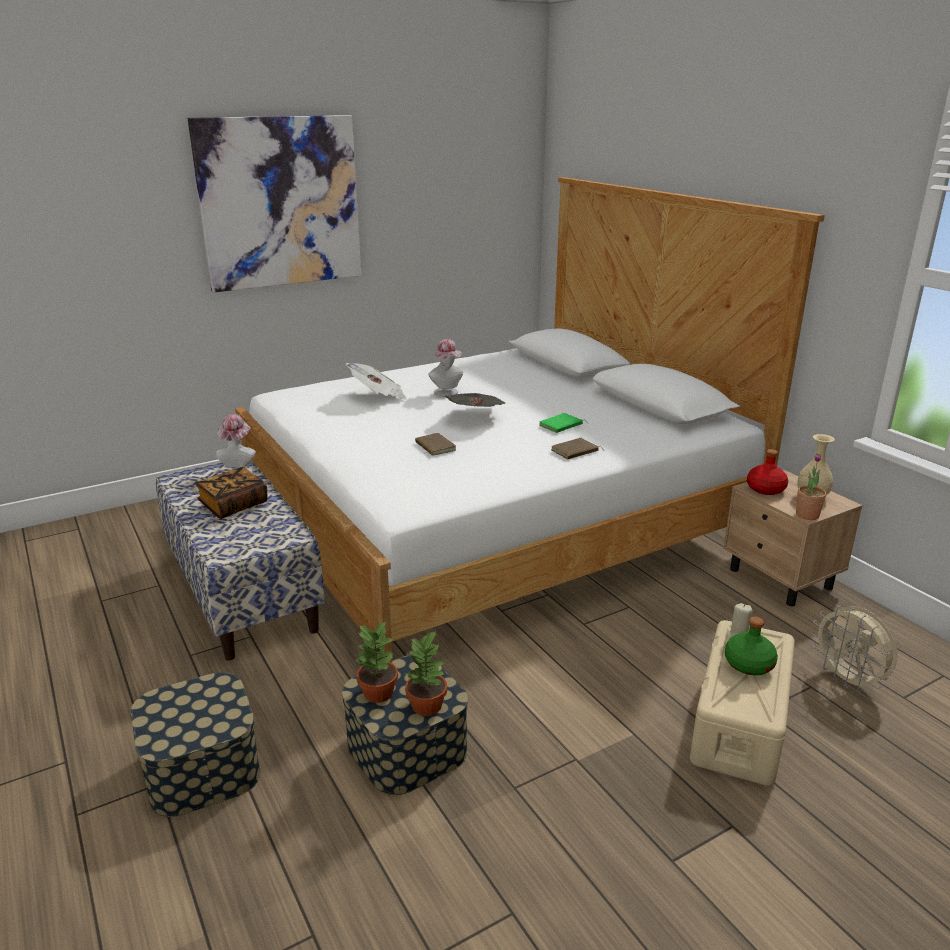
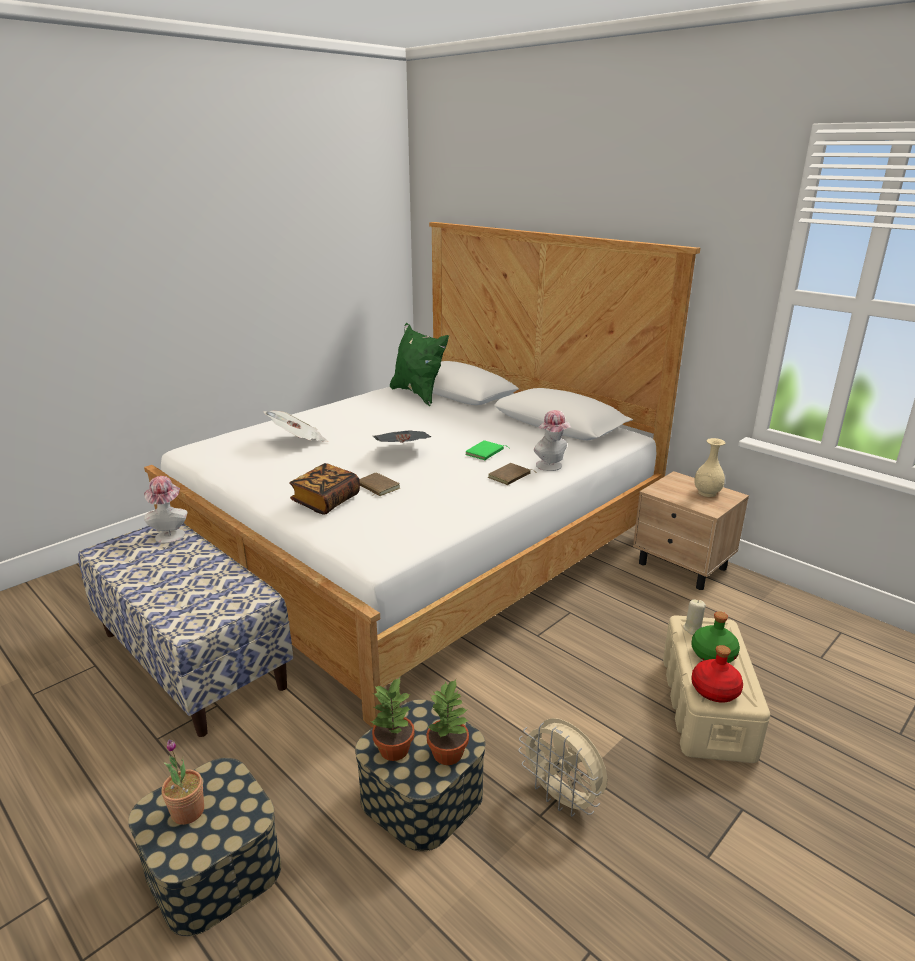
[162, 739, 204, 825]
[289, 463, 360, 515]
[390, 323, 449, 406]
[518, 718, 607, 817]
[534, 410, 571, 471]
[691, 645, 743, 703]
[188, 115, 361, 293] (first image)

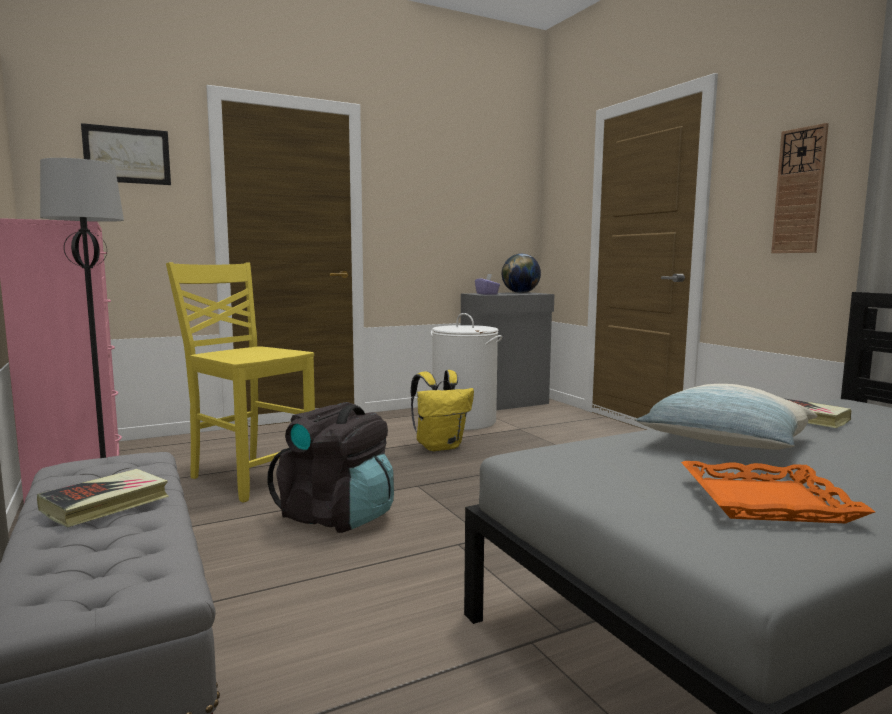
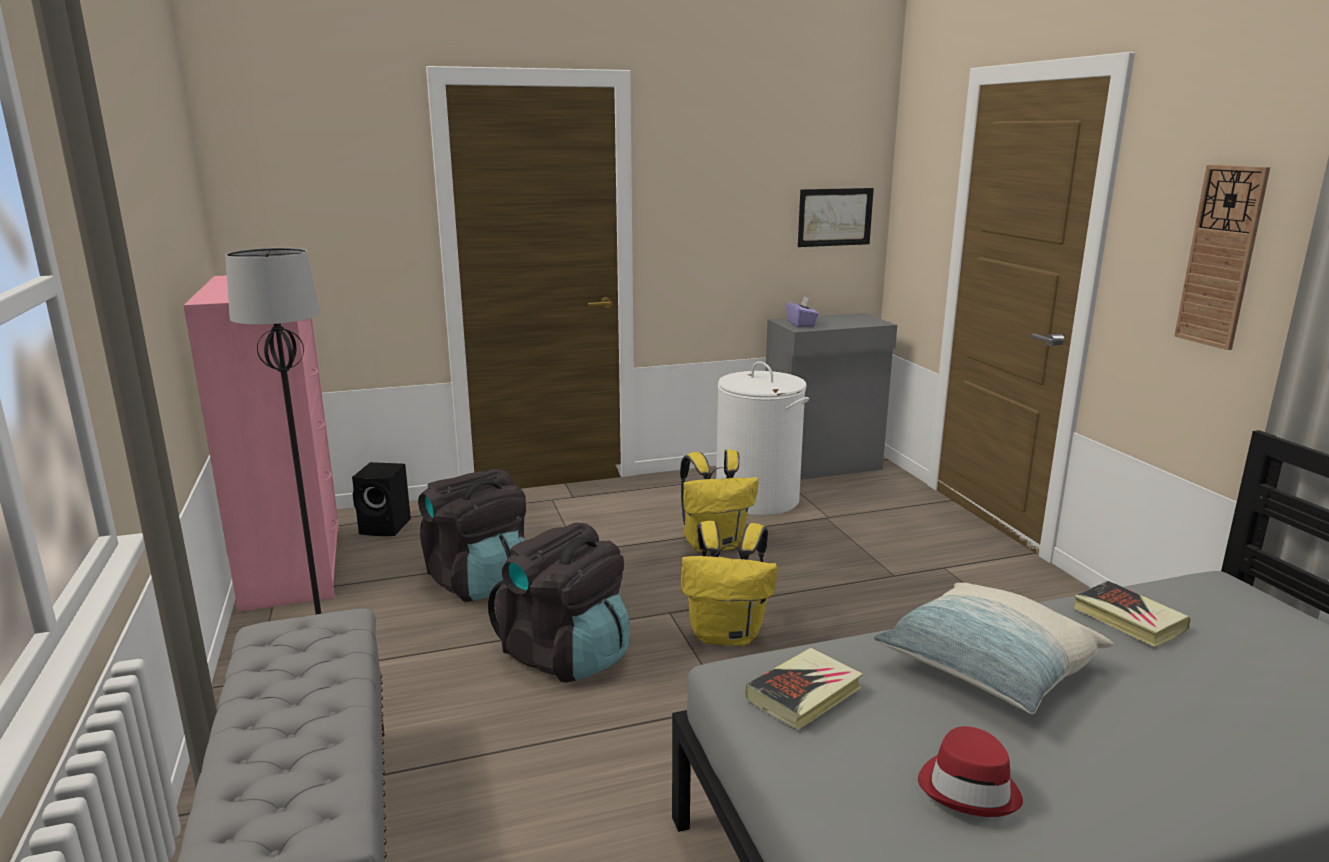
[352, 462, 411, 536]
[418, 469, 526, 602]
[681, 521, 778, 646]
[746, 648, 863, 730]
[798, 188, 874, 247]
[918, 726, 1023, 817]
[502, 254, 541, 293] (first image)

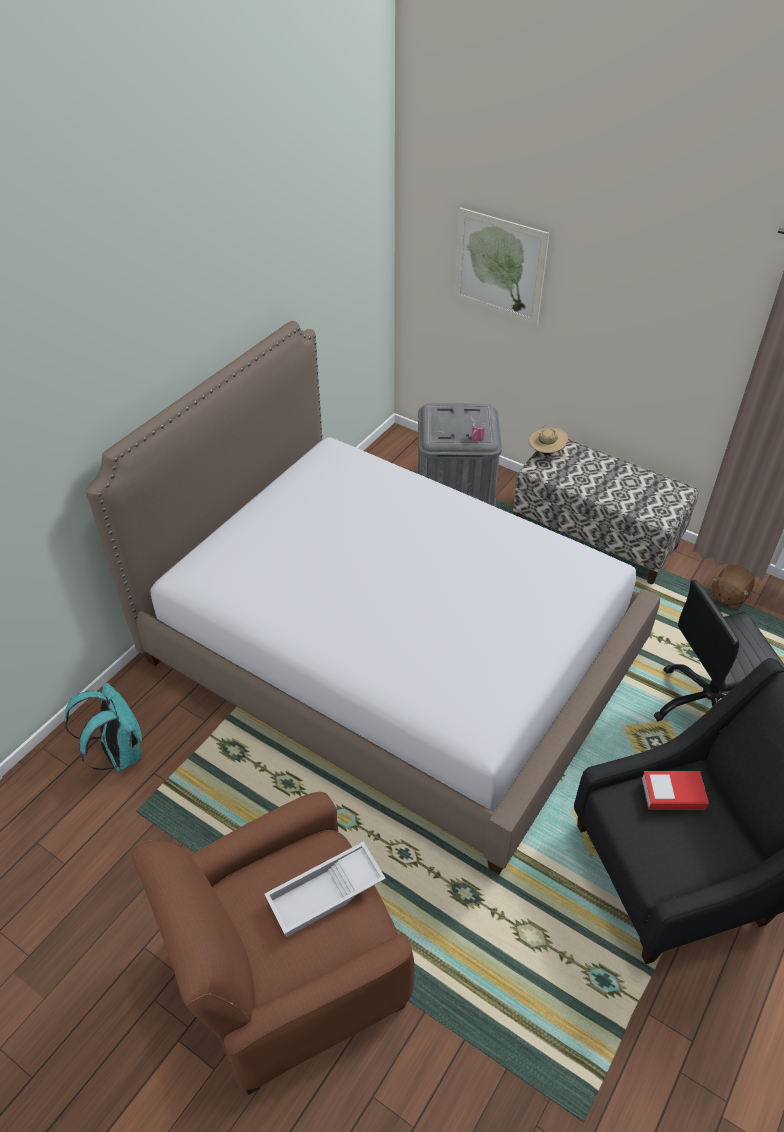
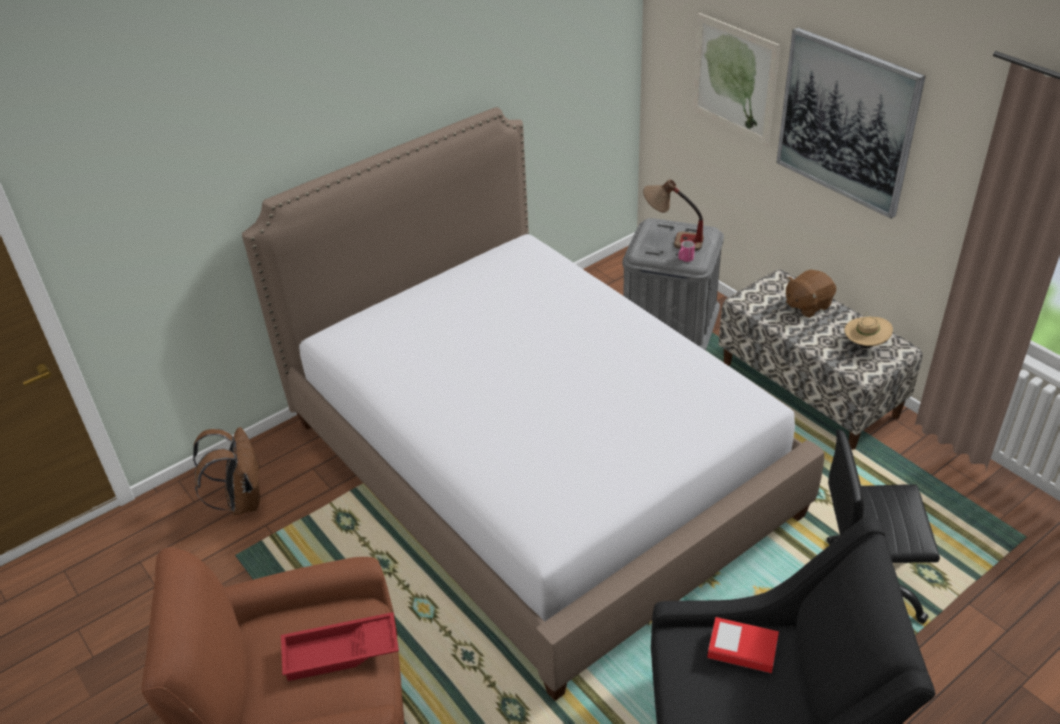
[193, 427, 260, 516]
[281, 612, 399, 681]
[643, 179, 704, 250]
[776, 27, 926, 219]
[786, 269, 836, 318]
[844, 312, 893, 348]

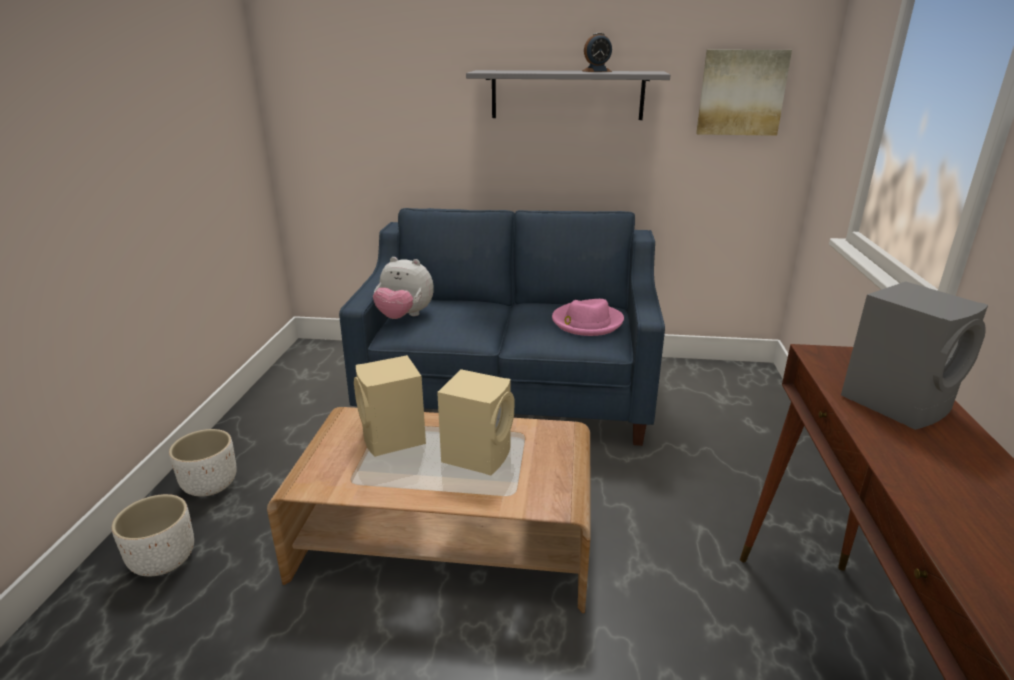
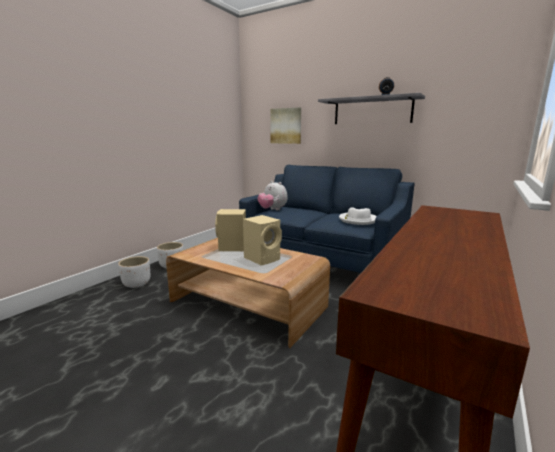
[270, 107, 301, 144]
[339, 207, 376, 225]
[841, 281, 988, 430] (first image)

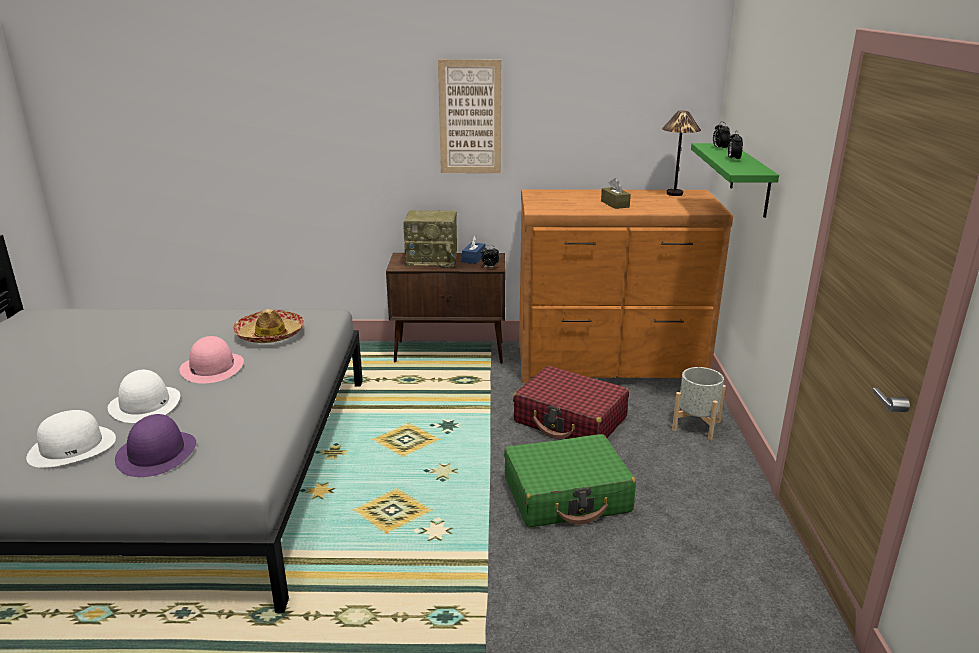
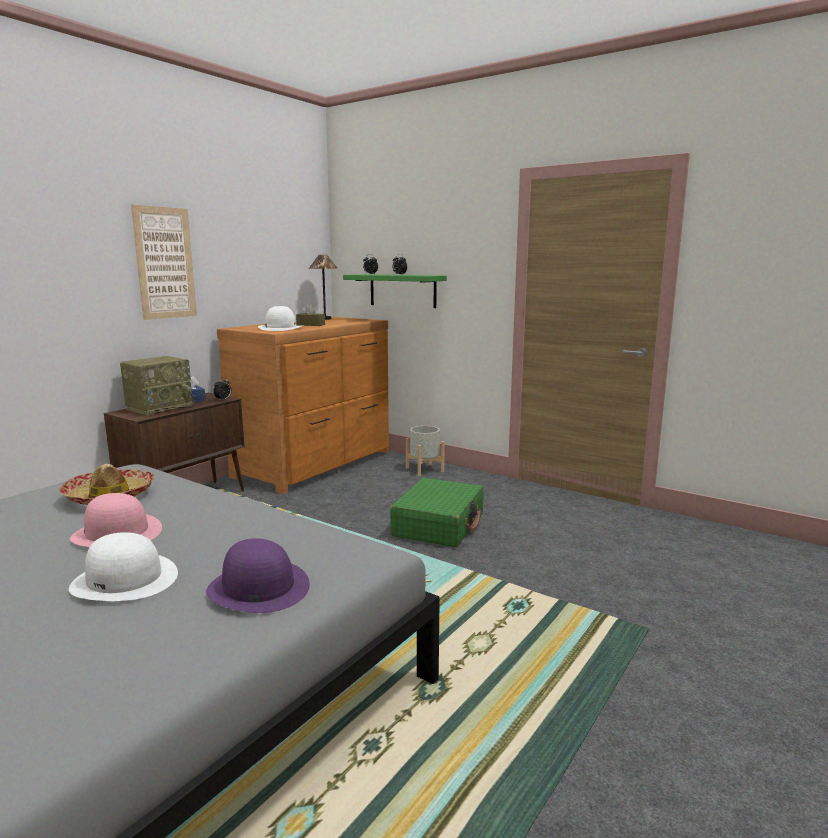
[258, 306, 303, 331]
[513, 366, 629, 439] (first image)

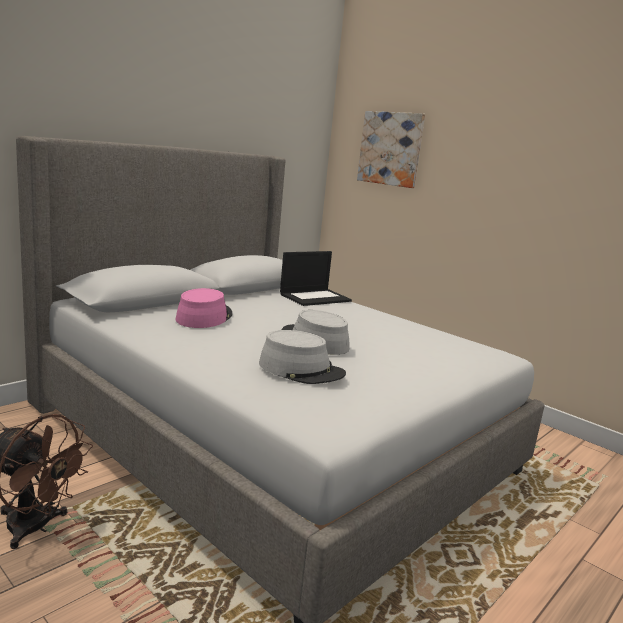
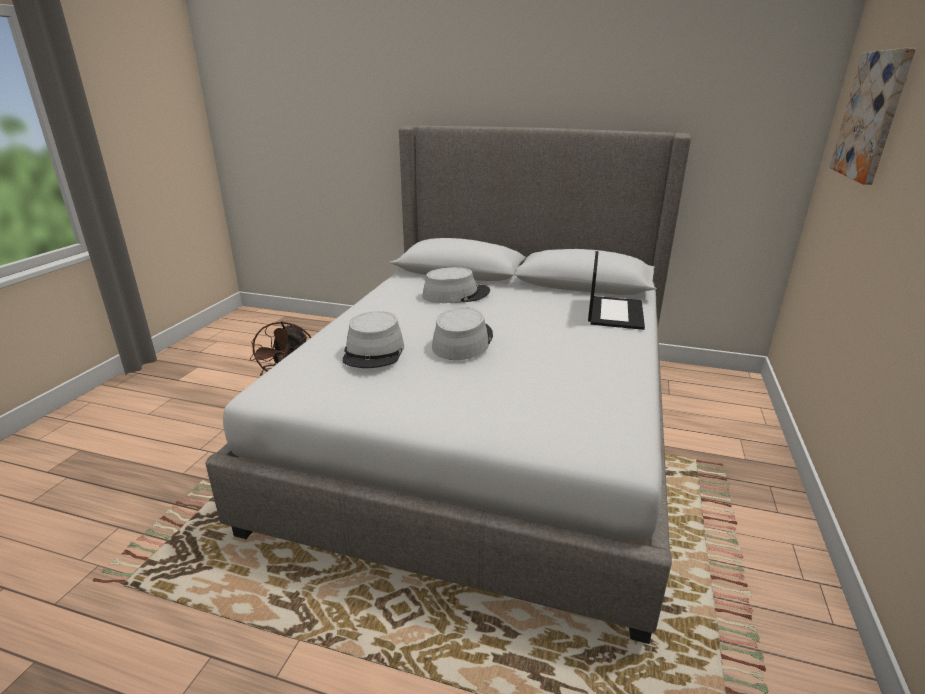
[423, 267, 490, 303]
[588, 251, 645, 330]

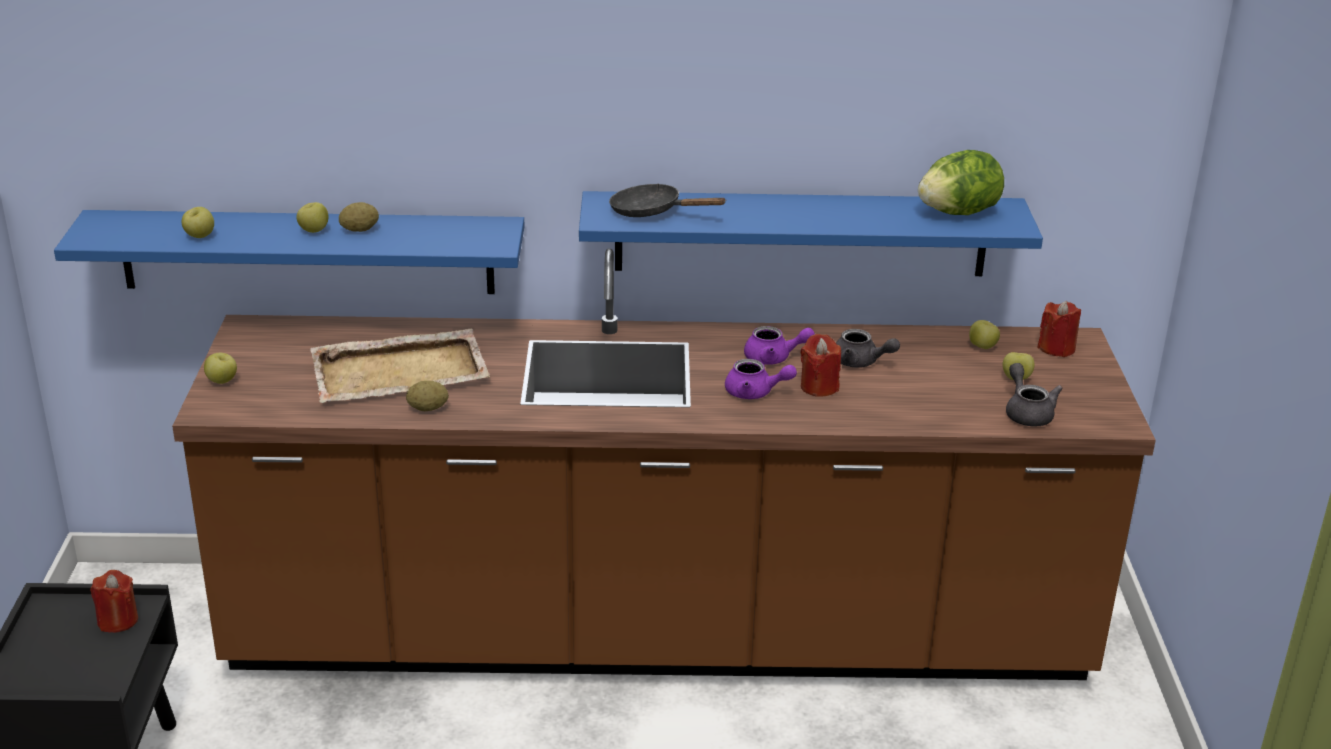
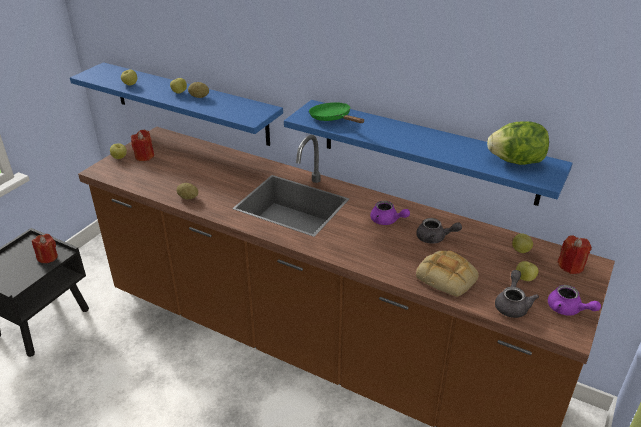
[131, 130, 154, 161]
[309, 102, 364, 123]
[416, 218, 462, 244]
[416, 251, 479, 297]
[548, 285, 601, 316]
[310, 329, 490, 403] (first image)

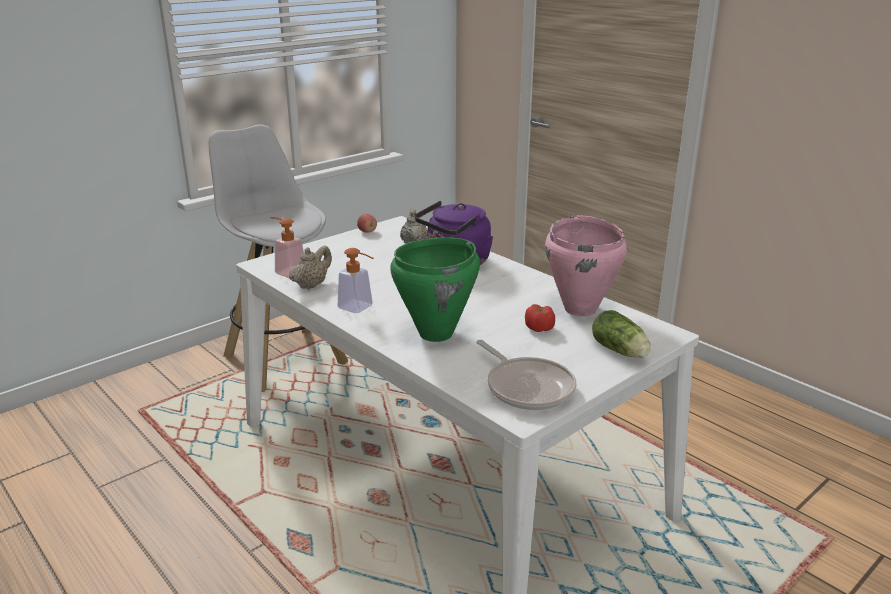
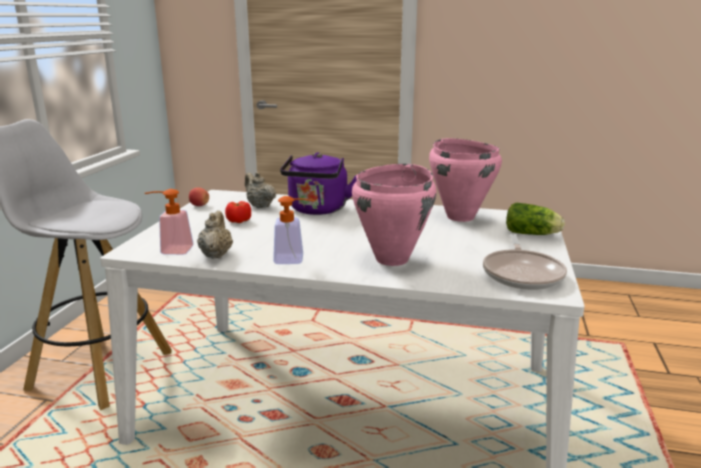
[225, 201, 251, 223]
[352, 164, 437, 266]
[483, 233, 567, 290]

